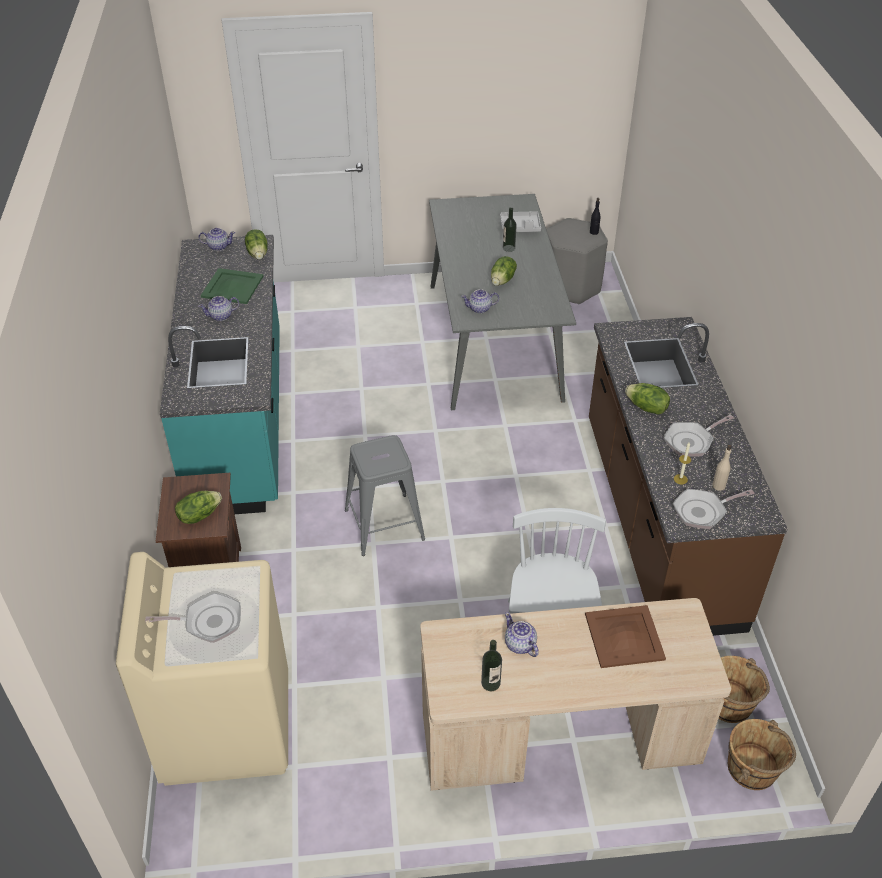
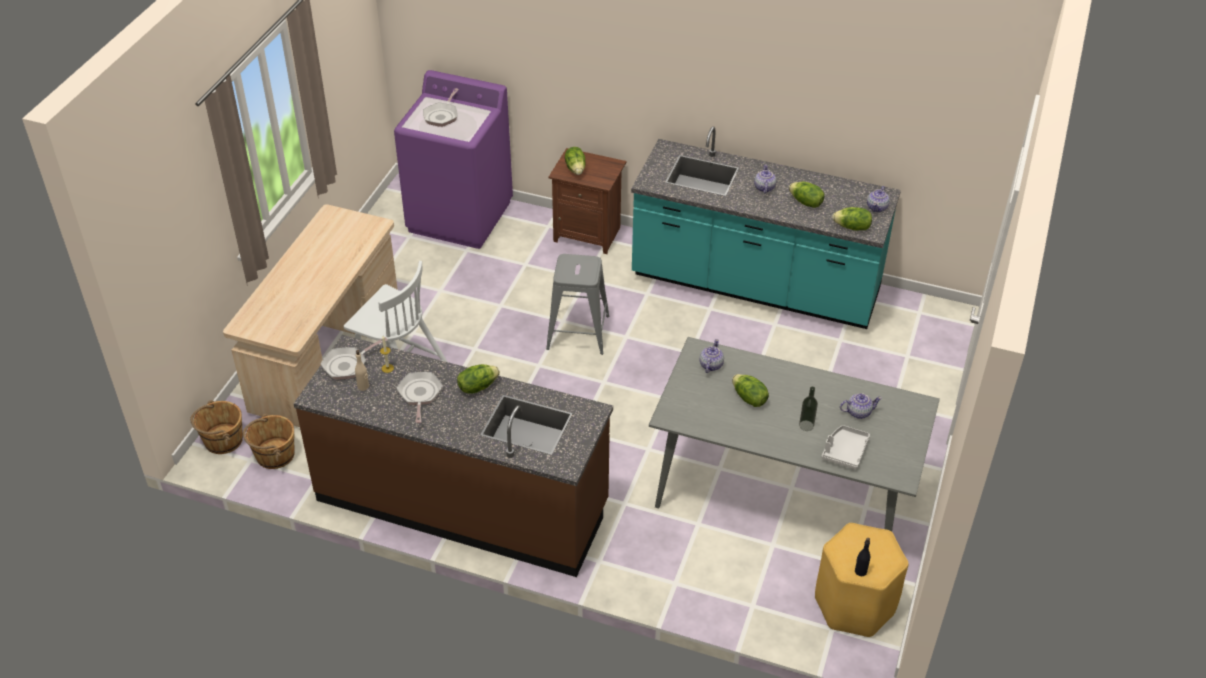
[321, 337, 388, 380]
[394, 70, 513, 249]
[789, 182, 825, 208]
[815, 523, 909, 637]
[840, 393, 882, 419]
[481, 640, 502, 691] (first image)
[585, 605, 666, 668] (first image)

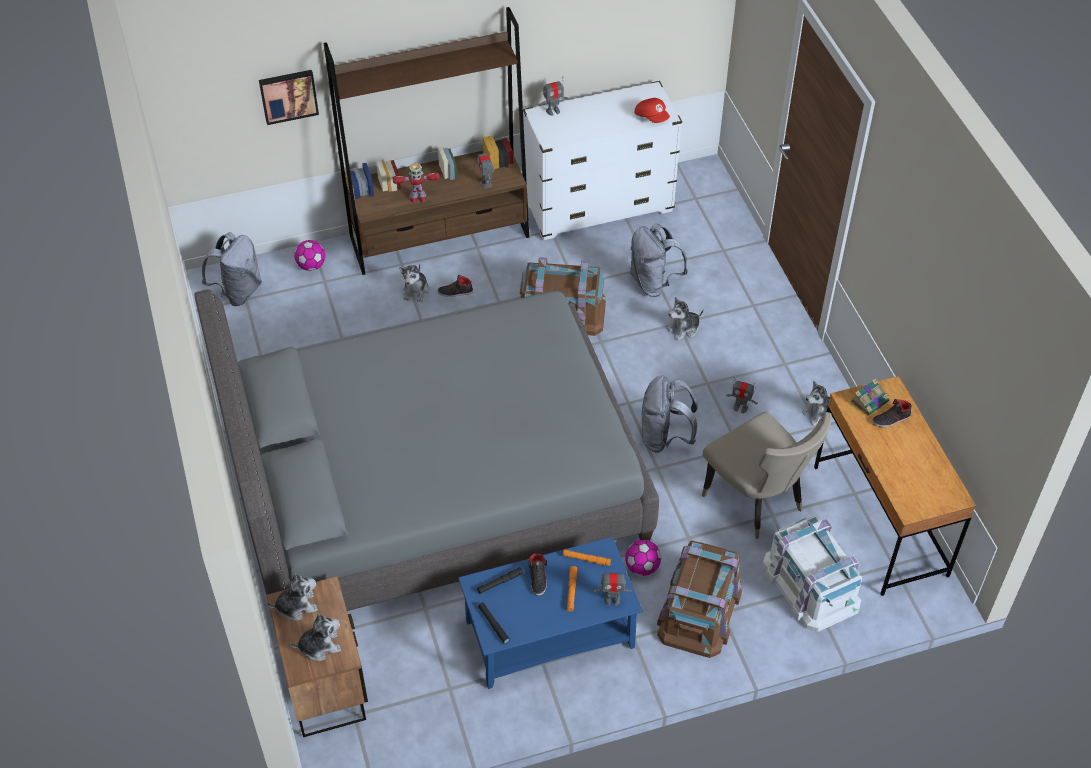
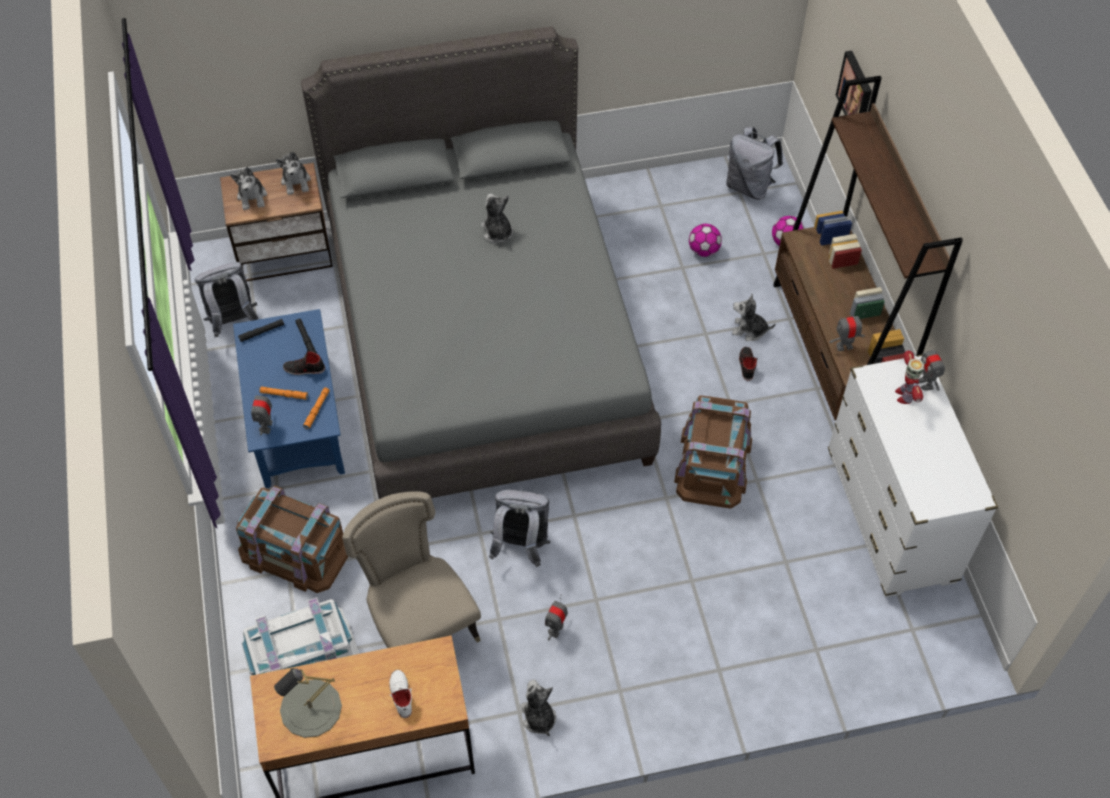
[195, 262, 258, 337]
[274, 668, 342, 738]
[342, 491, 481, 648]
[389, 670, 412, 718]
[481, 194, 513, 244]
[689, 224, 722, 257]
[895, 351, 924, 404]
[634, 98, 670, 123] (first image)
[851, 379, 889, 416] (first image)

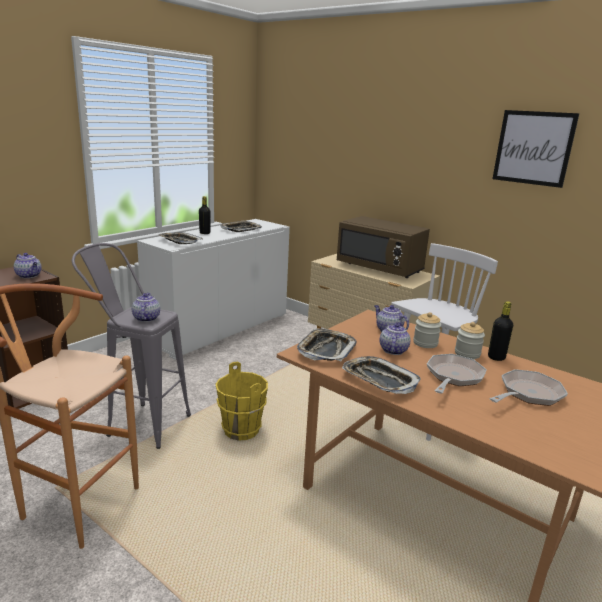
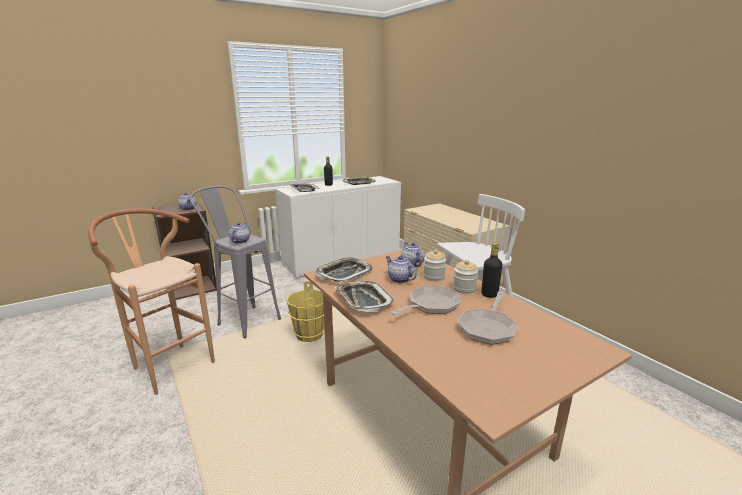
[386, 256, 417, 283]
[457, 292, 518, 345]
[337, 216, 430, 278] (first image)
[493, 110, 580, 188] (first image)

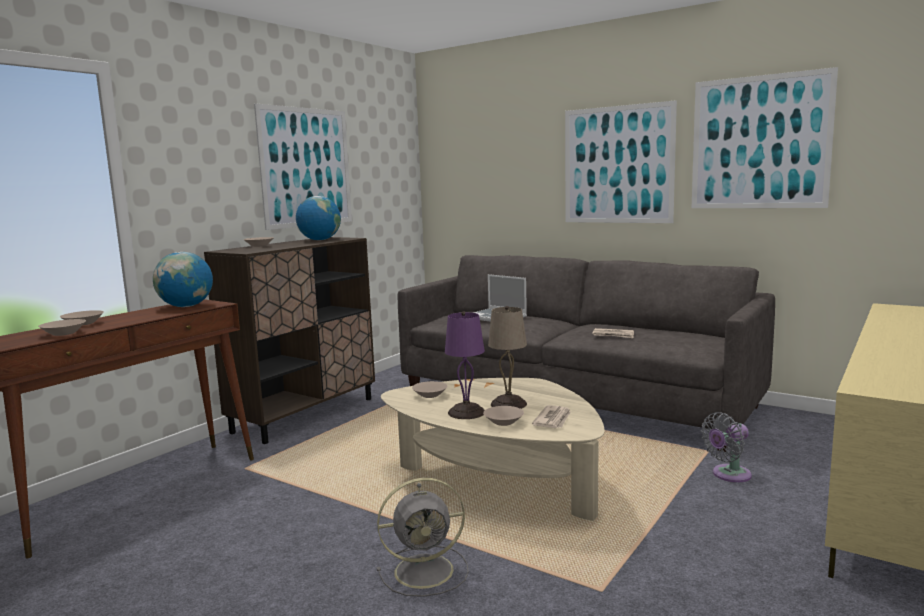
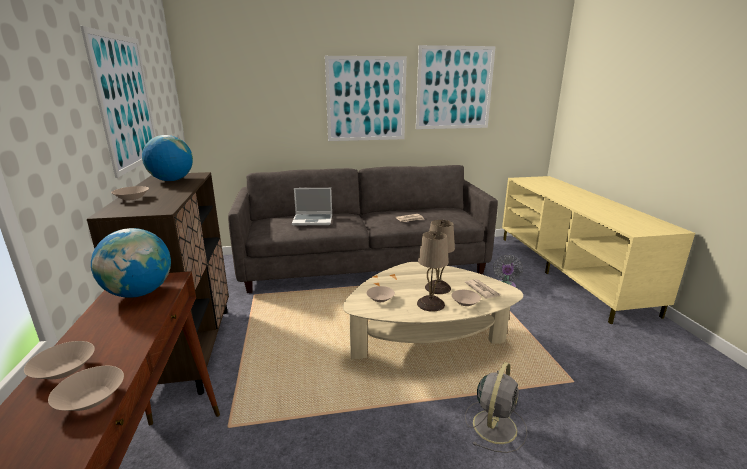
[417, 231, 449, 312]

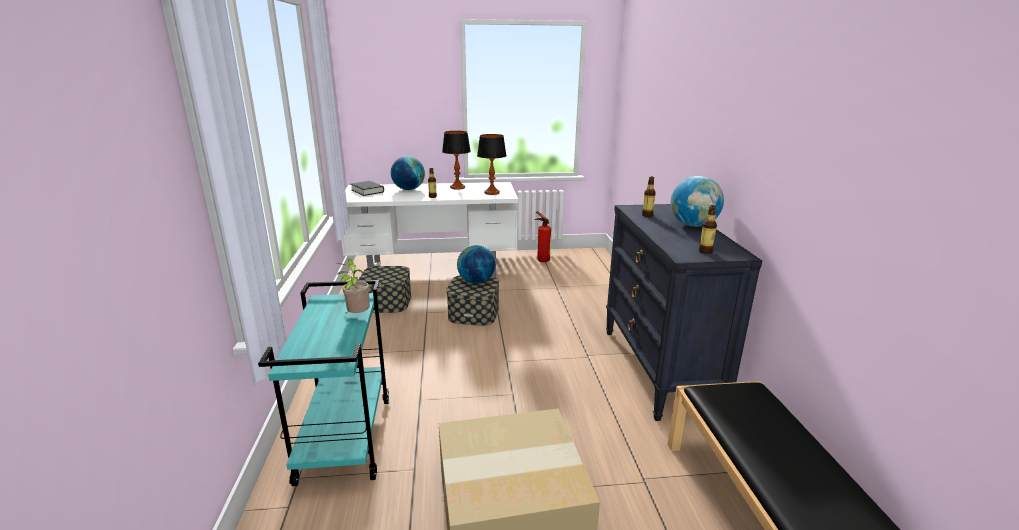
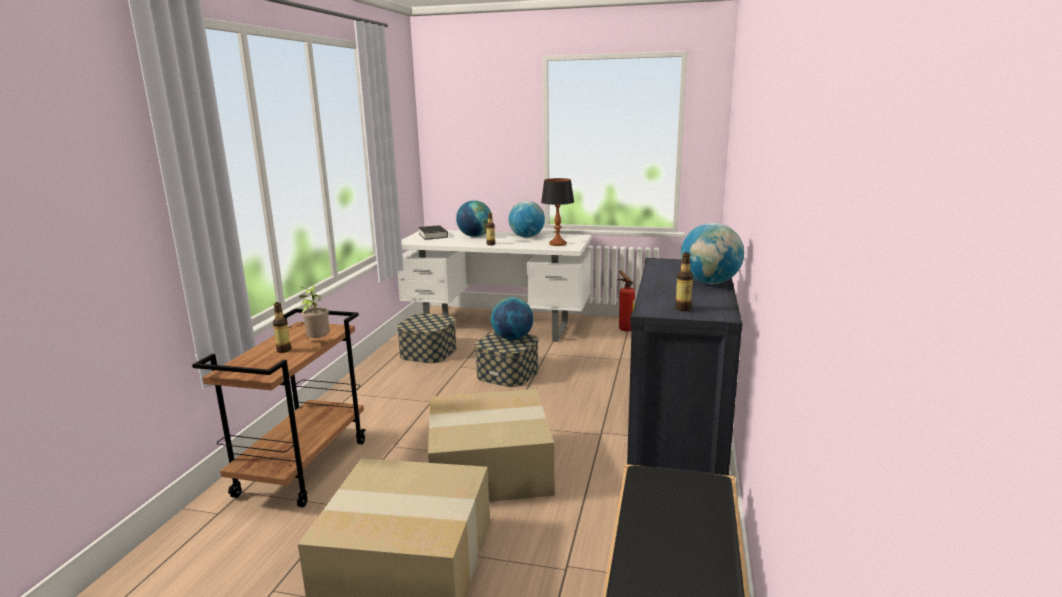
[192, 308, 366, 507]
[273, 302, 291, 353]
[428, 389, 554, 502]
[509, 201, 545, 238]

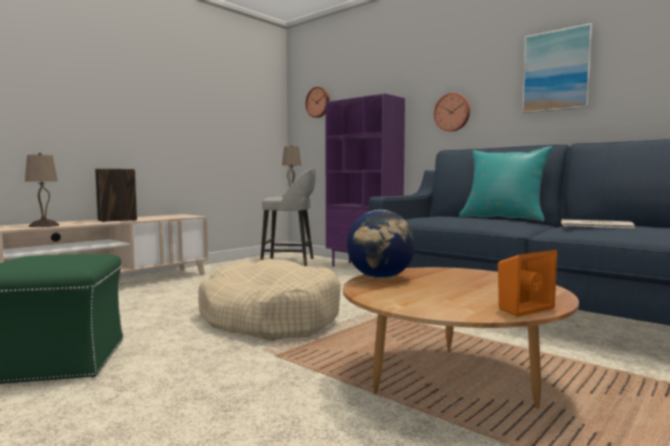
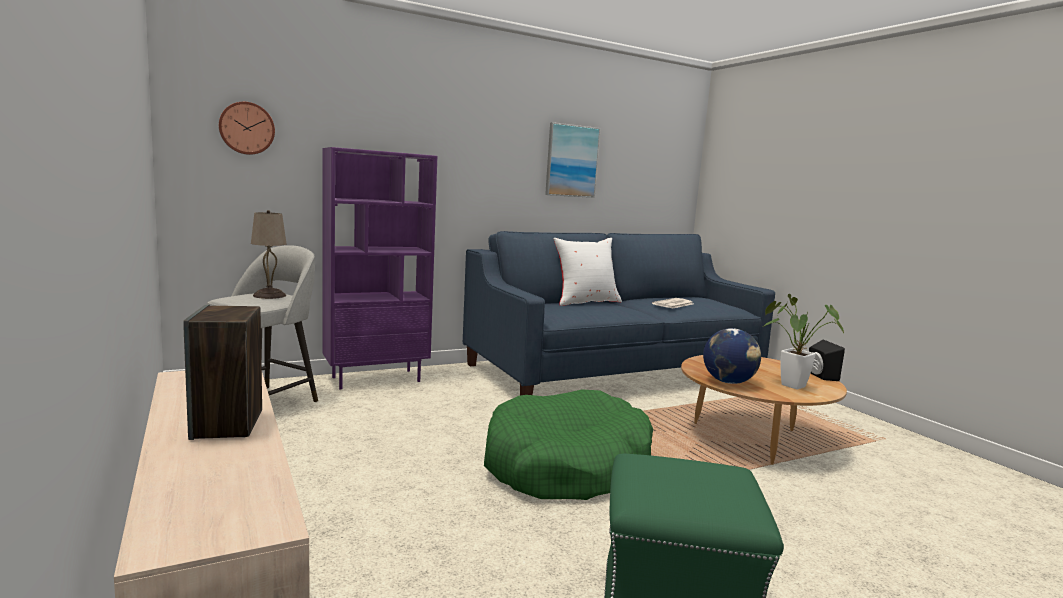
[484, 389, 653, 500]
[553, 238, 622, 306]
[763, 294, 845, 389]
[809, 340, 845, 381]
[25, 153, 59, 227] (first image)
[434, 93, 470, 132] (first image)

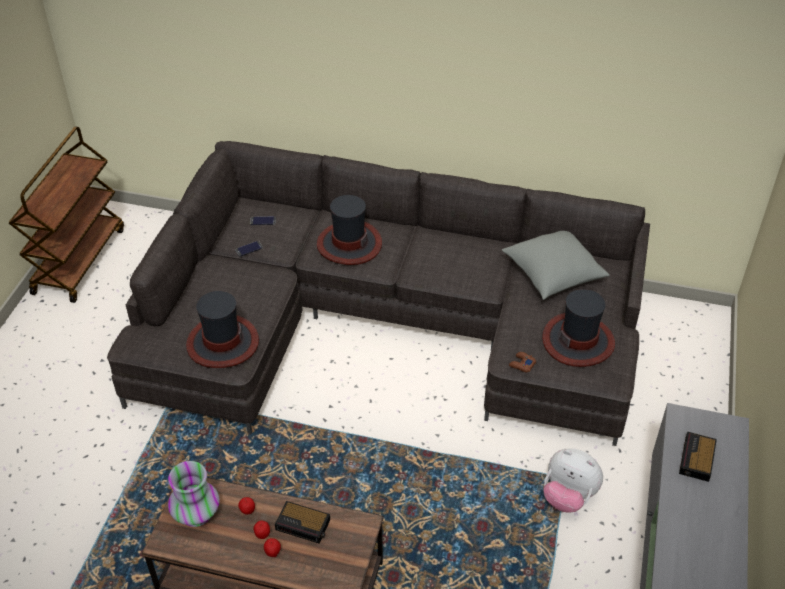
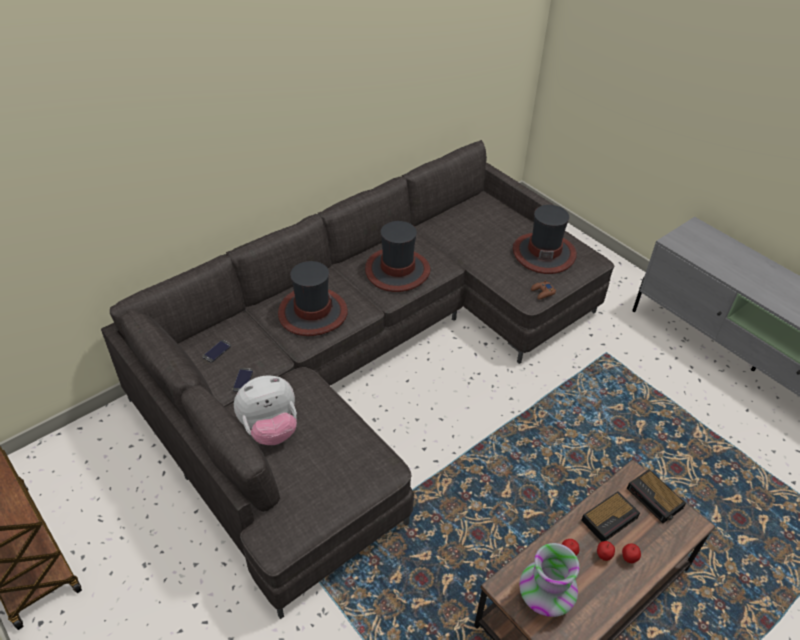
[234, 375, 297, 445]
[365, 221, 430, 292]
[627, 469, 686, 523]
[502, 231, 610, 300] (first image)

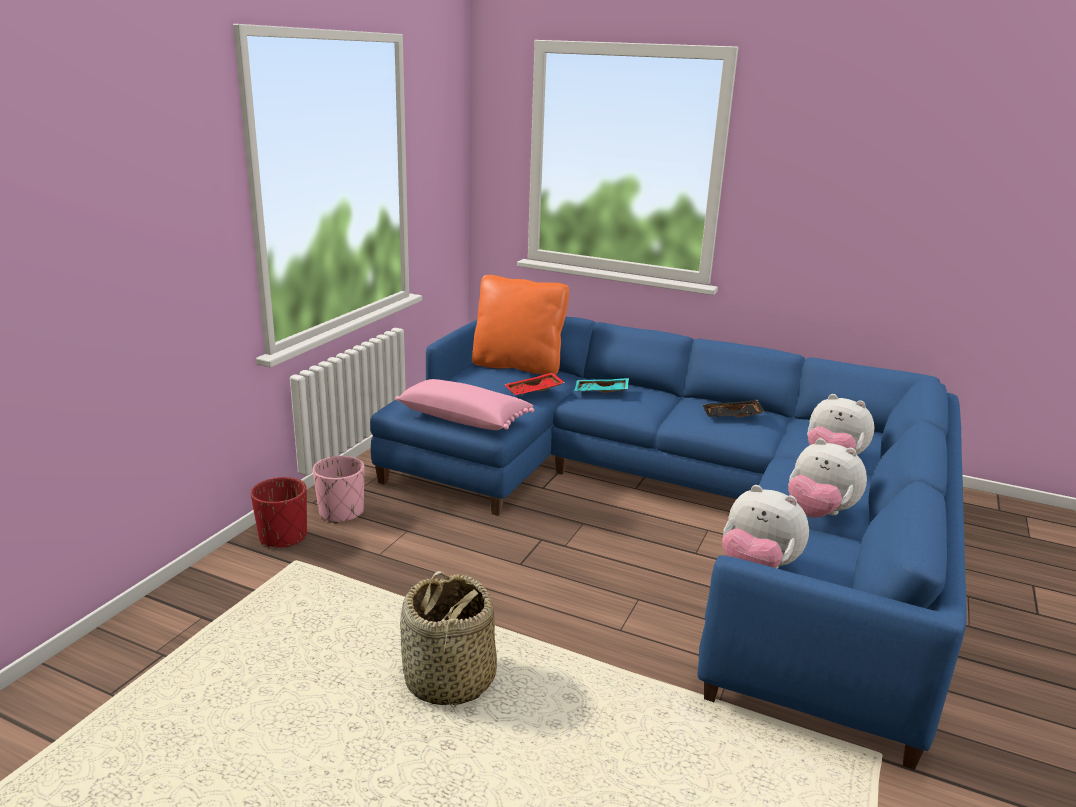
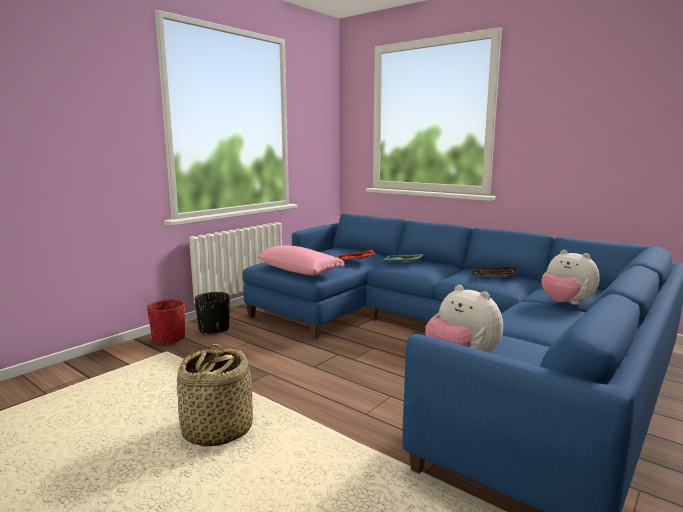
[195, 292, 230, 335]
[472, 275, 569, 375] (first image)
[788, 438, 867, 518] (first image)

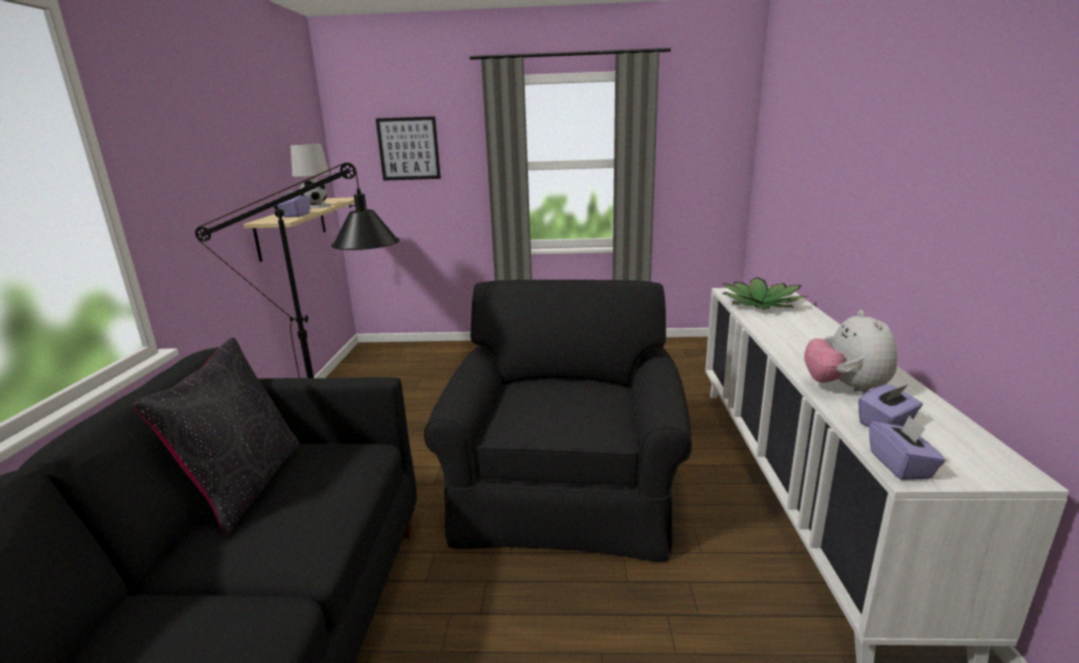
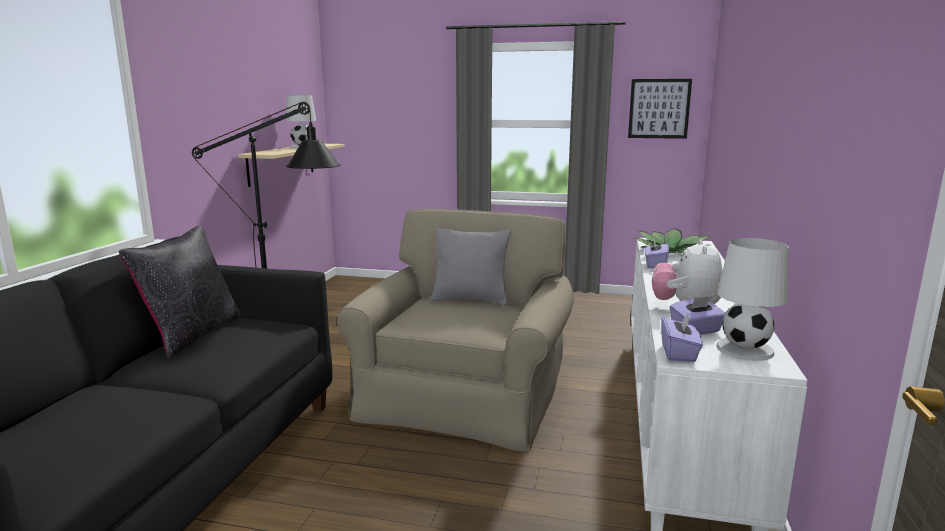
[337, 209, 574, 452]
[431, 228, 511, 305]
[628, 79, 692, 139]
[644, 239, 669, 268]
[716, 238, 789, 361]

